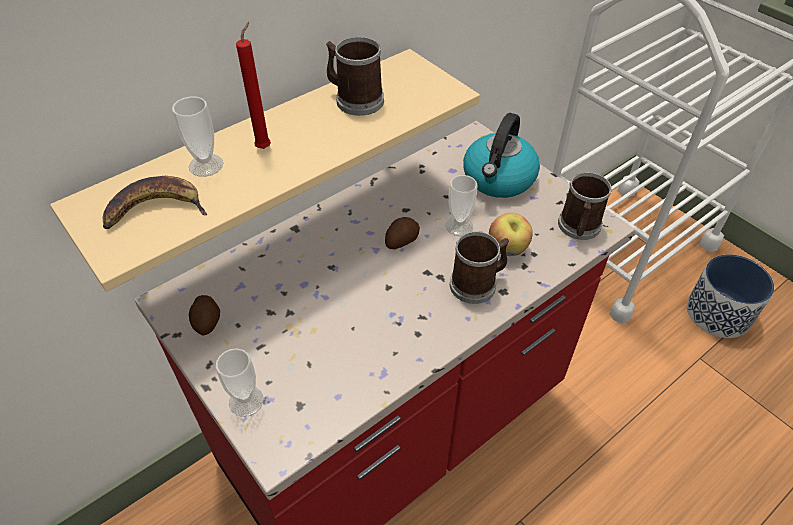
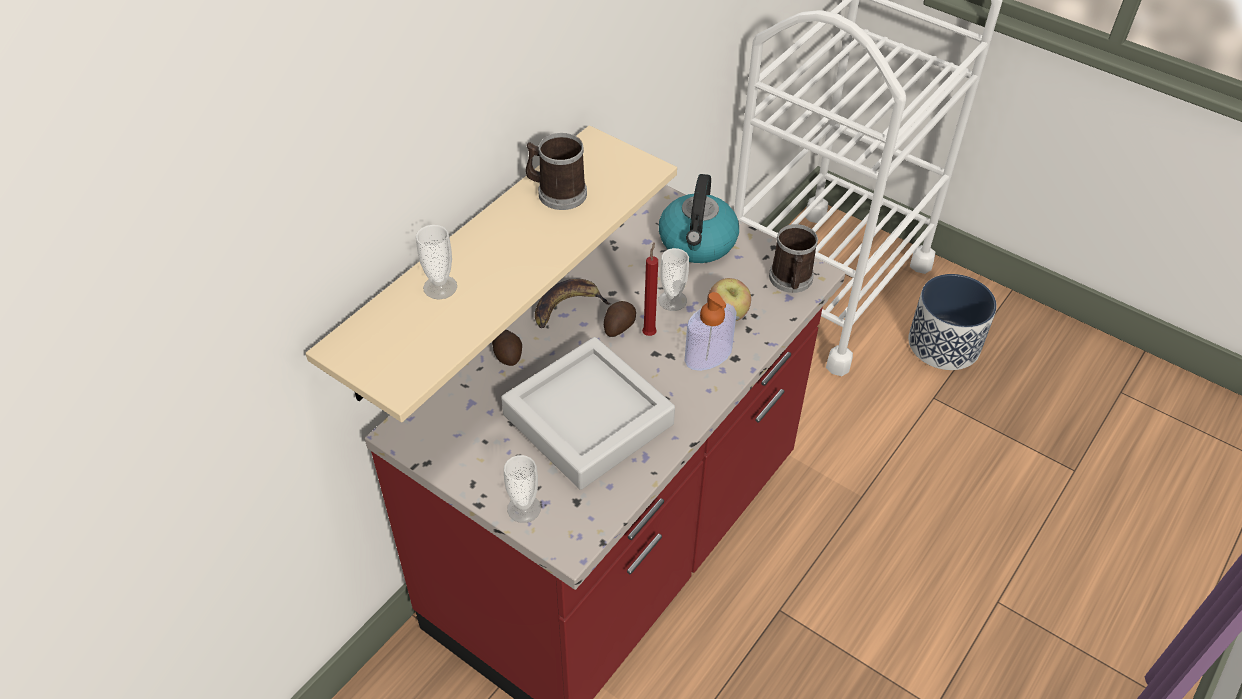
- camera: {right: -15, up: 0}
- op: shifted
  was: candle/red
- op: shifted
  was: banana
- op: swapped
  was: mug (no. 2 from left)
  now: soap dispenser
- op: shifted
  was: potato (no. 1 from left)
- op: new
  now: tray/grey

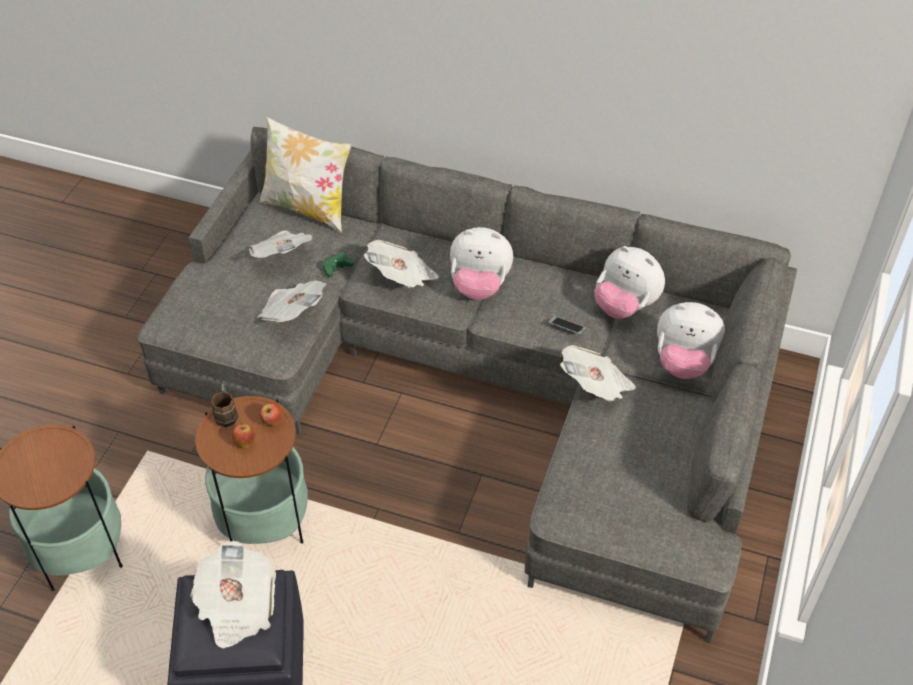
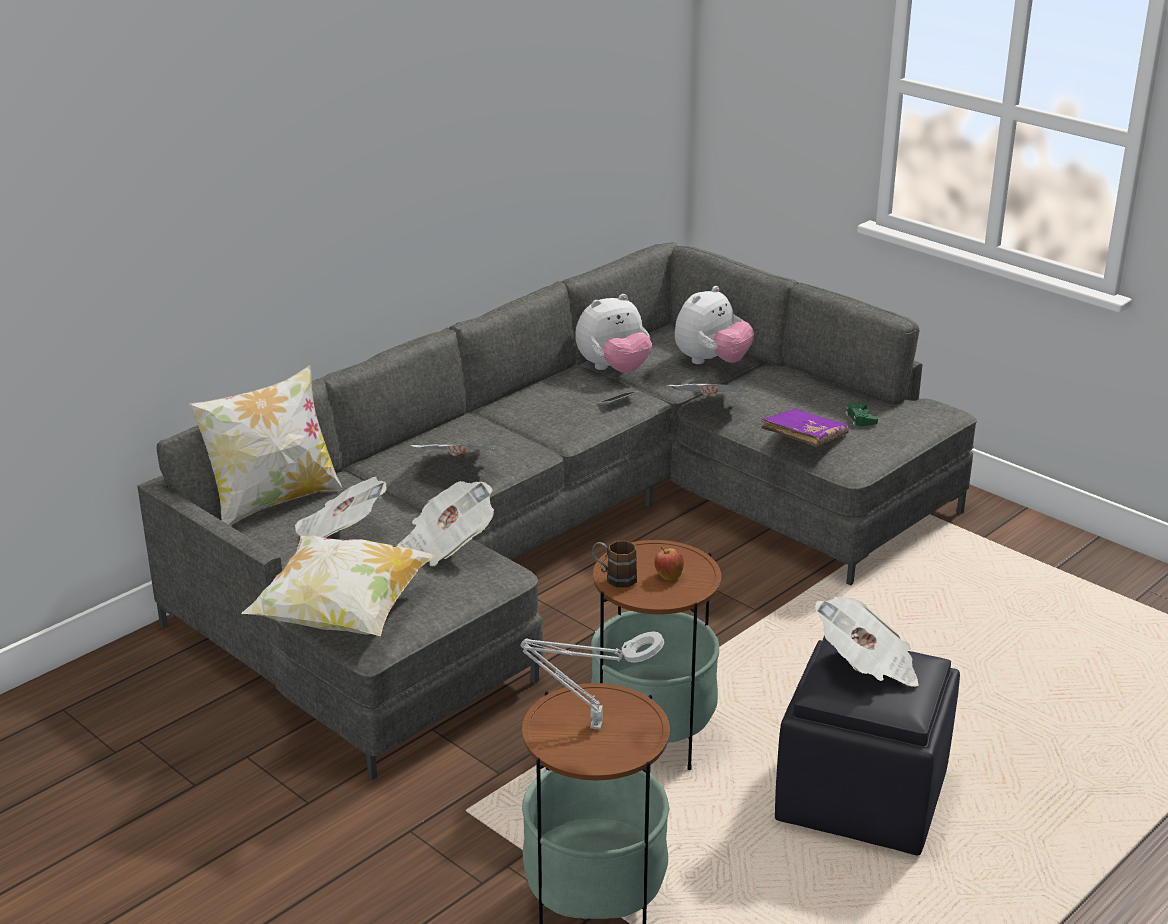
- camera: {right: -65, up: -20}
- op: gone
  was: plush toy (no. 1 from left)
- op: shifted
  was: game controller/green
- op: gone
  was: apple (no. 2 from left)
- op: new
  now: book/purple
- op: new
  now: pillow (no. 2 from left)
- op: new
  now: table lamp/grey

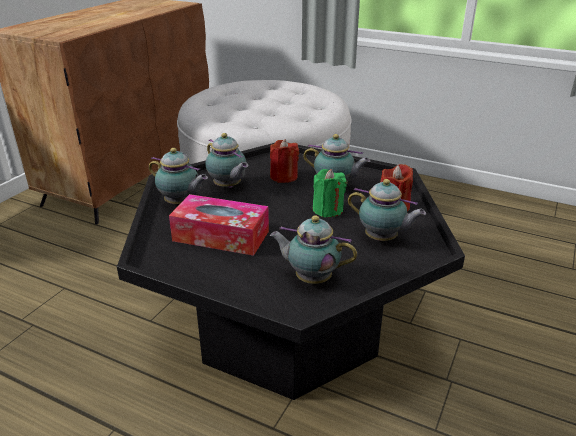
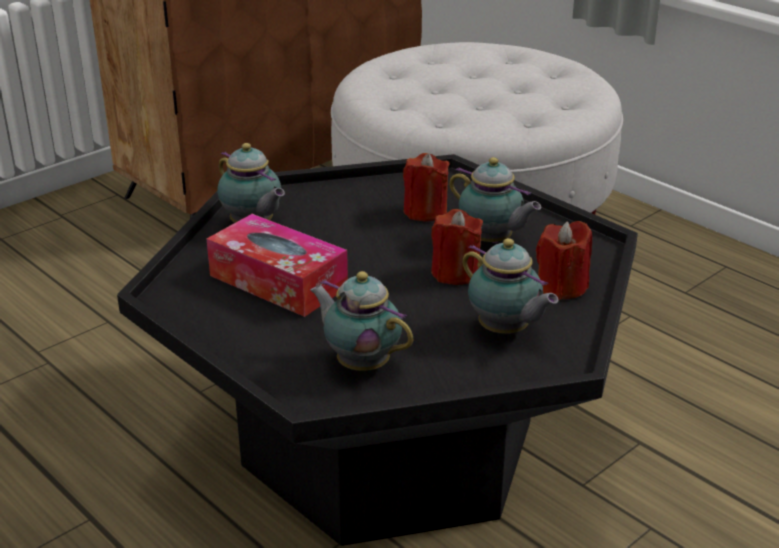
- camera: {right: 20, up: 0}
- op: gone
  was: teapot (no. 2 from left)
- op: repainted
  was: candle/green
  now: candle/red (no. 2 from left)

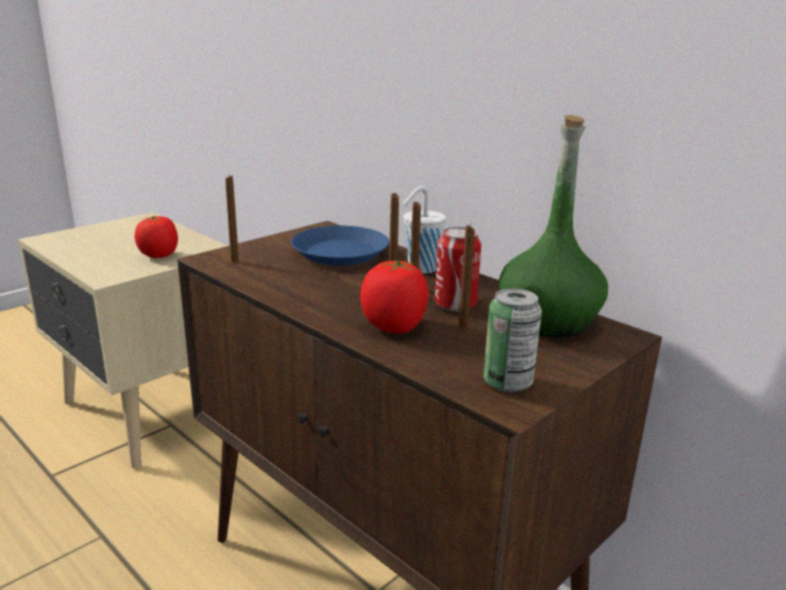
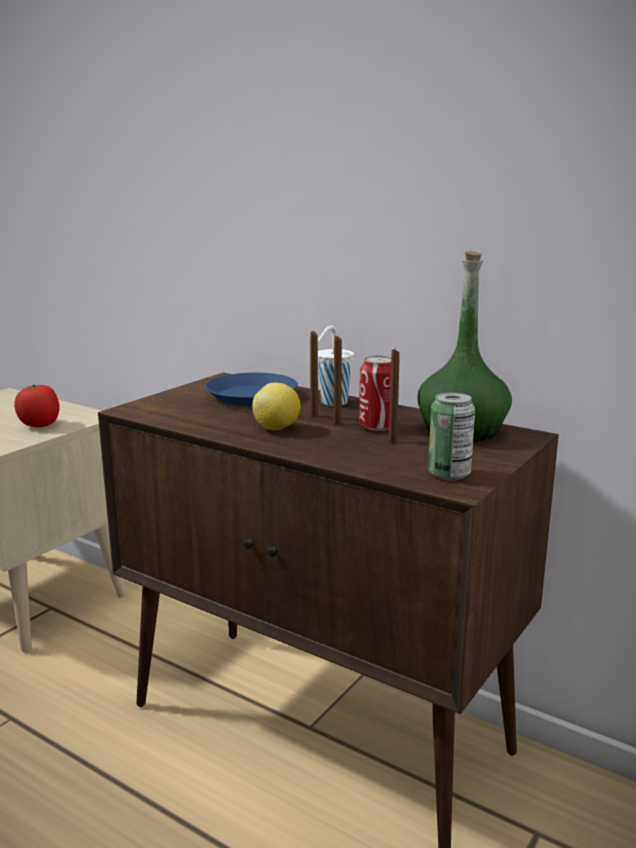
- camera: {right: -10, up: -5}
- op: gone
  was: candle/brown (no. 1 from left)
- op: gone
  was: tomato (no. 2 from left)
- op: new
  now: lemon

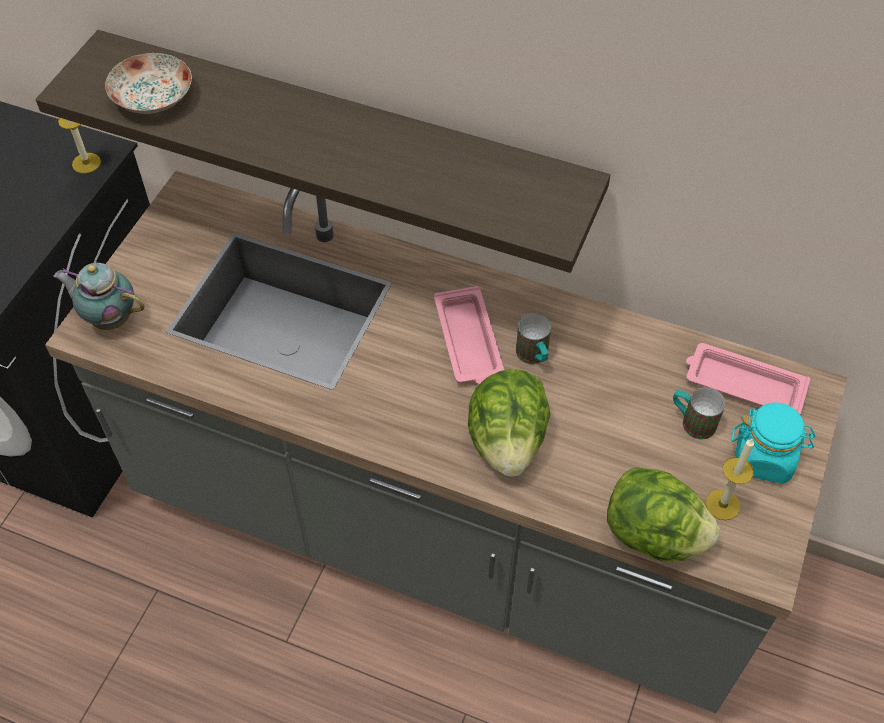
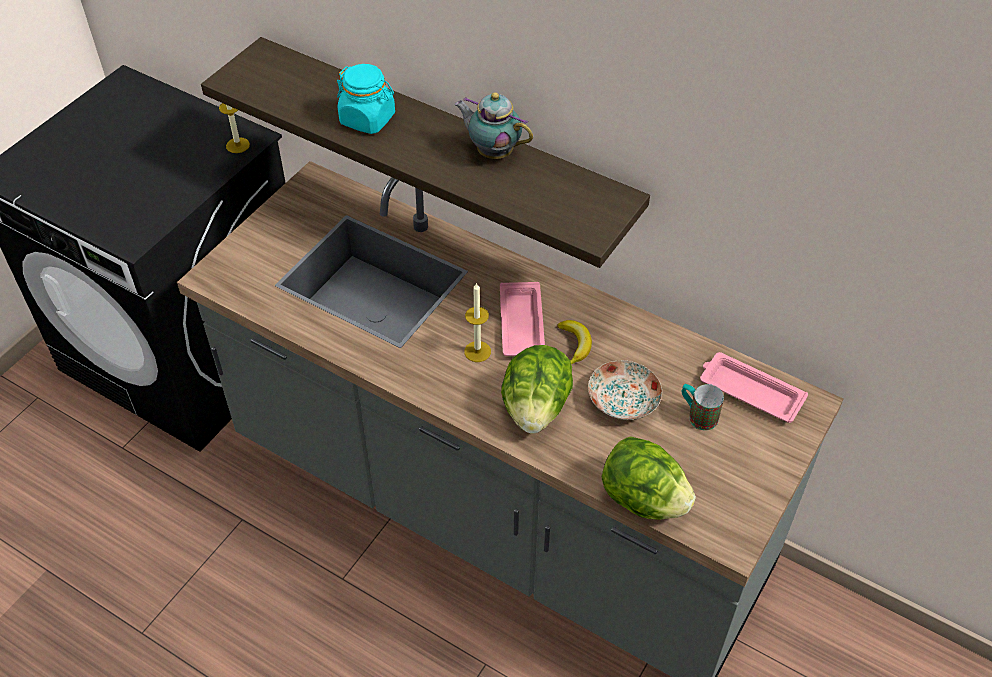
- camera: {right: 10, up: -5}
- op: shifted
  was: plate
- op: shifted
  was: teapot
- op: swapped
  was: mug (no. 1 from left)
  now: banana
- op: shifted
  was: jar/turquoise
- op: shifted
  was: candle (no. 2 from left)

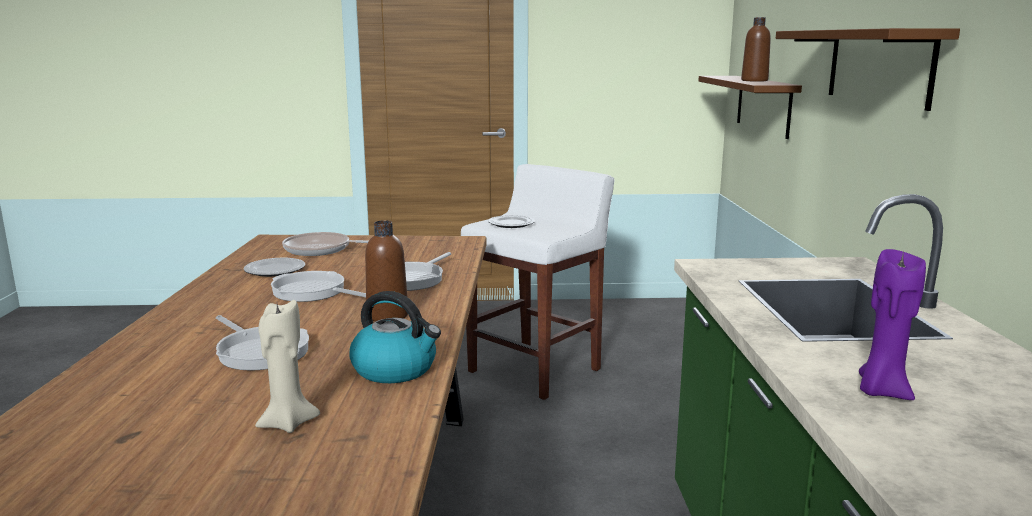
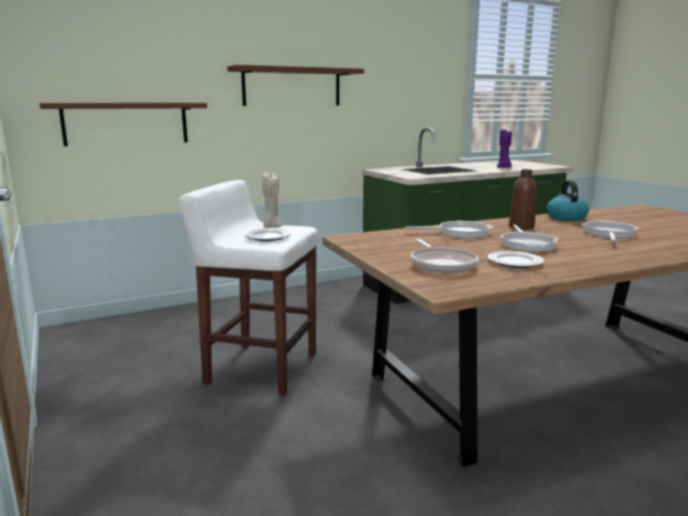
- camera: {right: -115, up: 0}
- op: gone
  was: bottle/brown (no. 2 from left)
- op: shifted
  was: candle/beige

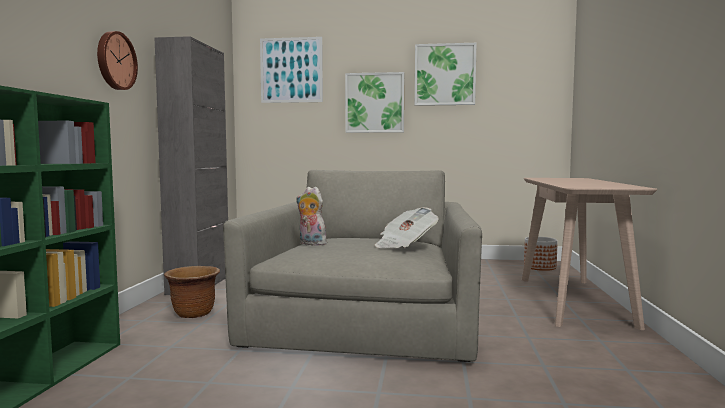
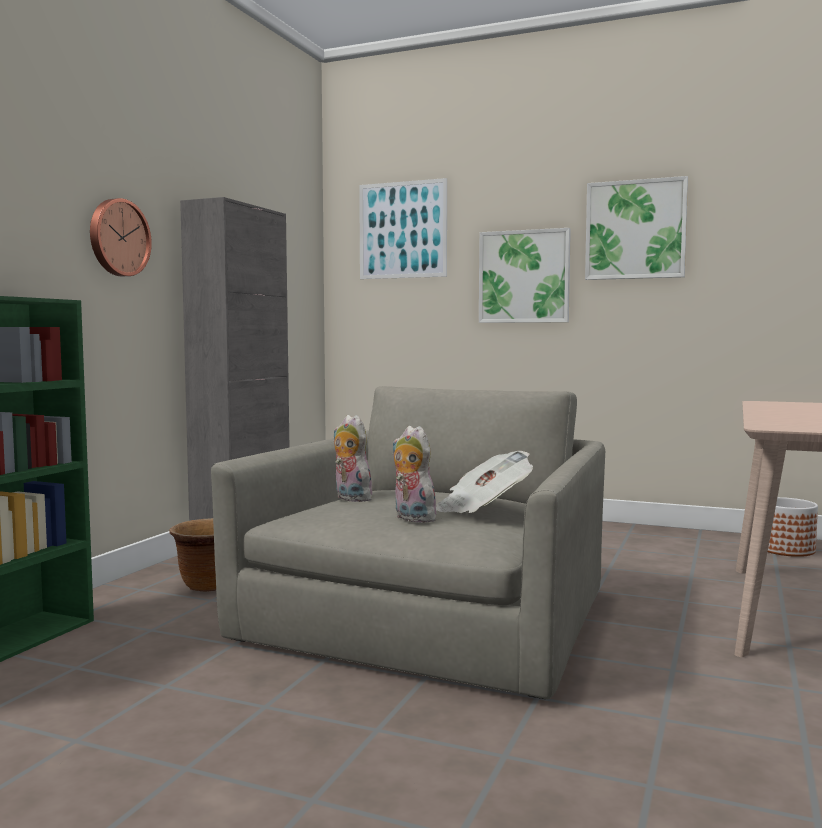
- camera: {right: 15, up: 0}
- op: new
  now: plush toy (no. 2 from left)

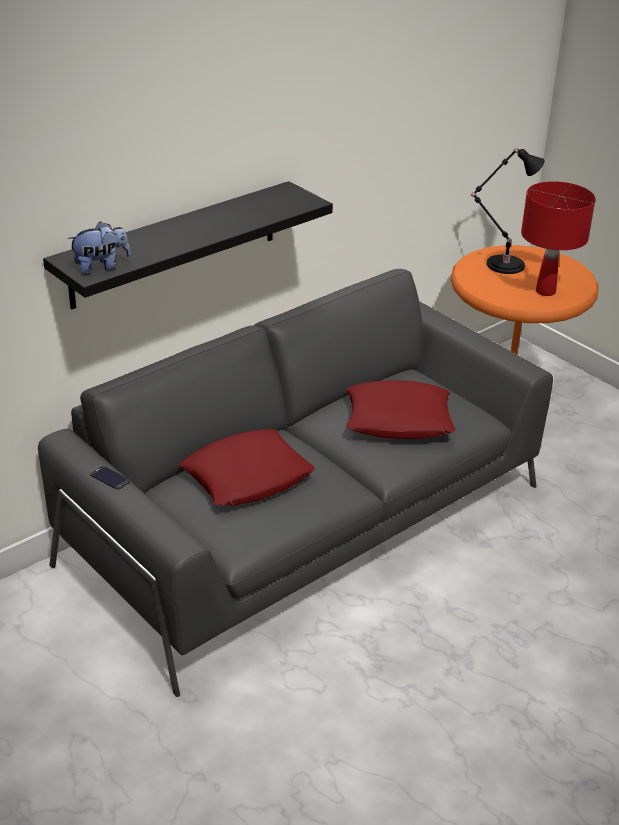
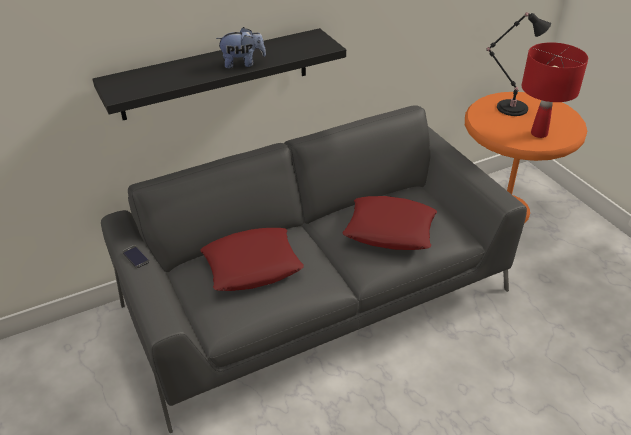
- camera: {right: 15, up: 5}
- op: shifted
  was: plush toy

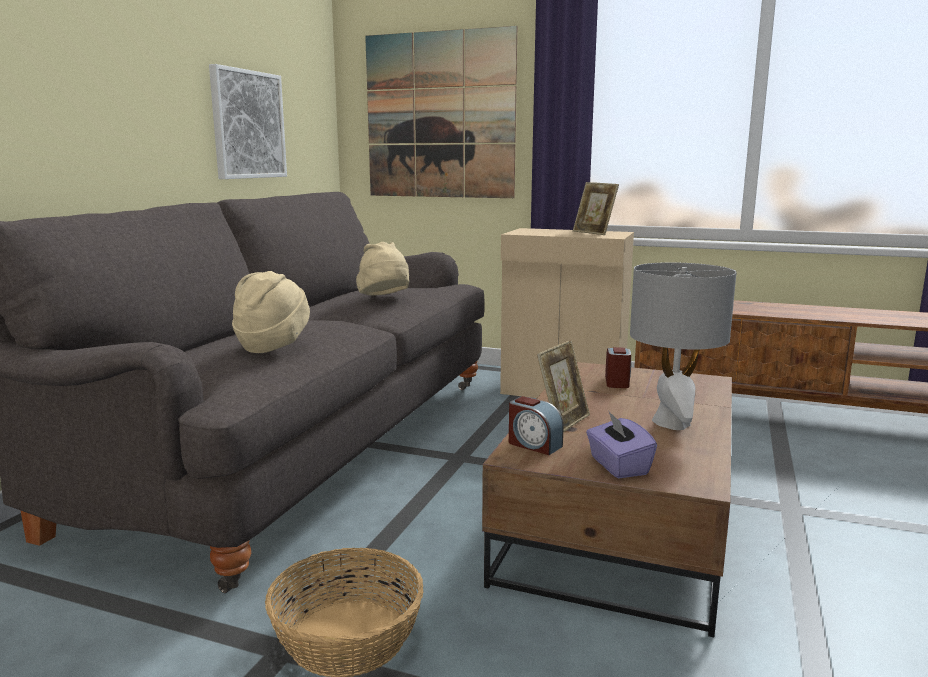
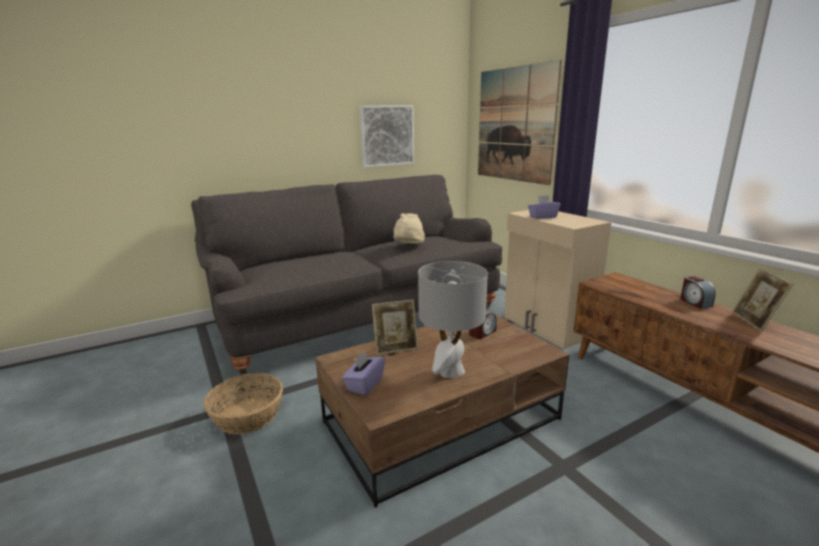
- camera: {right: 40, up: 5}
- op: shifted
  was: picture frame (no. 2 from left)
- op: gone
  was: hat/beige (no. 1 from left)
- op: shifted
  was: alarm clock (no. 1 from left in the first image)
  now: alarm clock (no. 2 from left)
- op: new
  now: tissue box/purple (no. 2 from left)

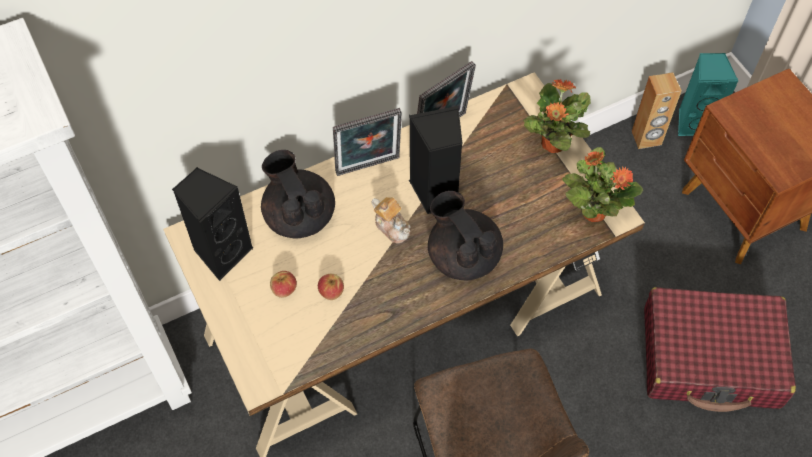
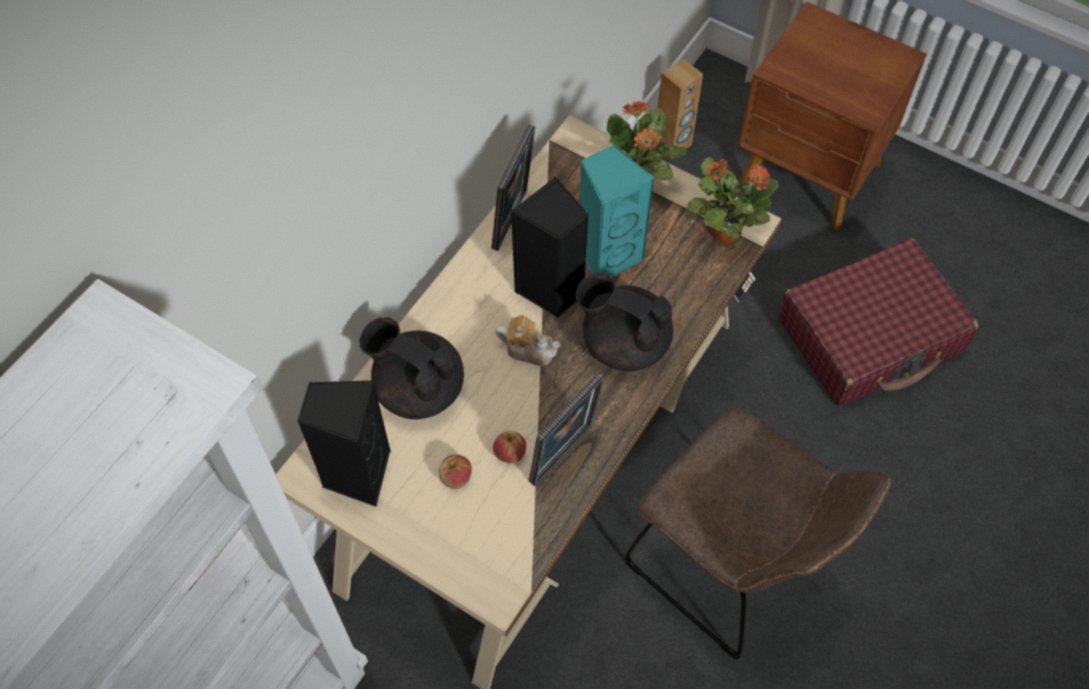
- camera: {right: -30, up: 0}
- op: shifted
  was: speaker/turquoise
- op: shifted
  was: picture frame (no. 1 from left in the first image)
  now: picture frame (no. 2 from left)

